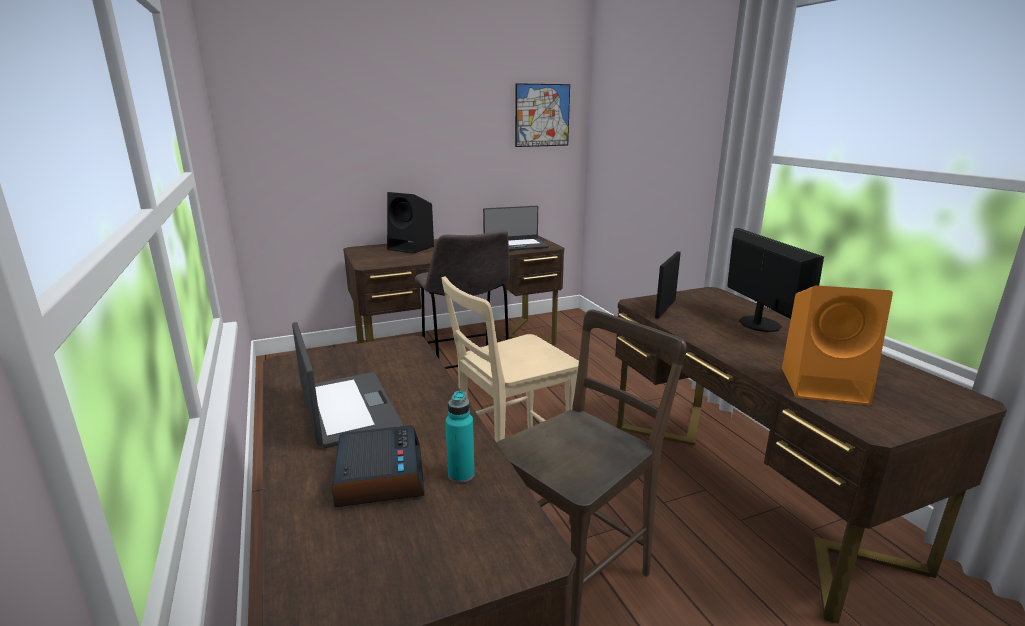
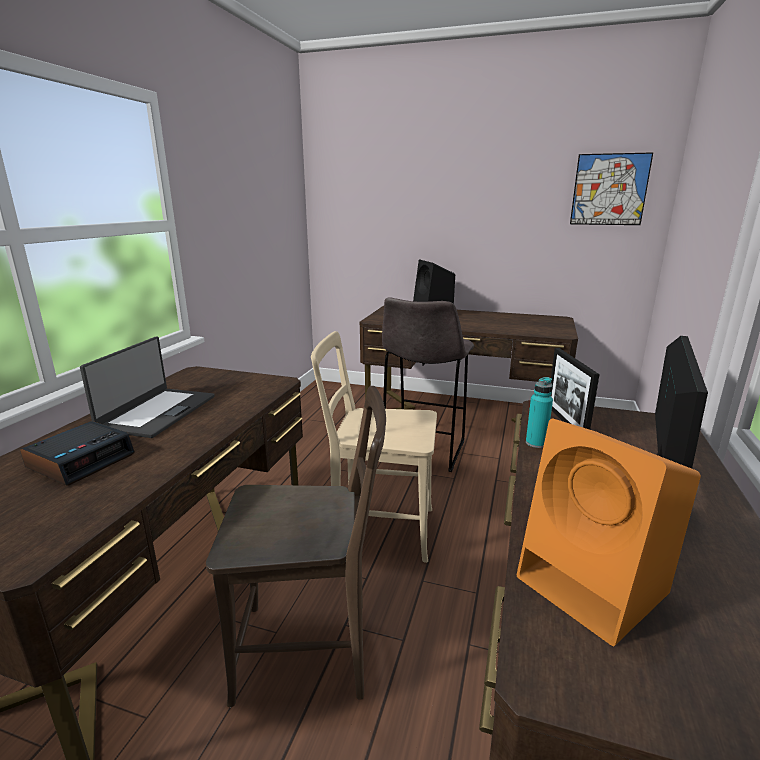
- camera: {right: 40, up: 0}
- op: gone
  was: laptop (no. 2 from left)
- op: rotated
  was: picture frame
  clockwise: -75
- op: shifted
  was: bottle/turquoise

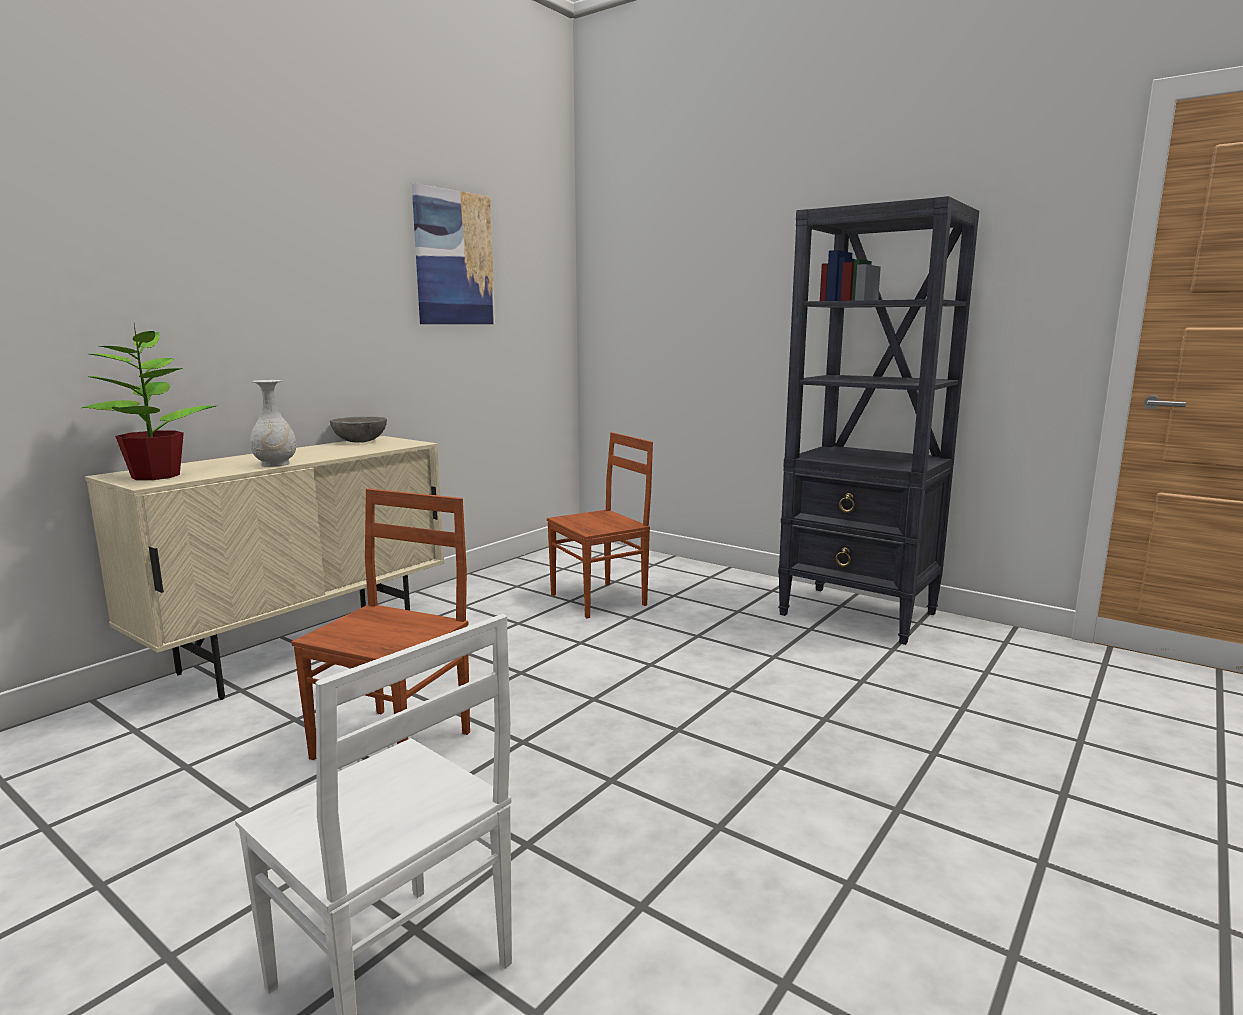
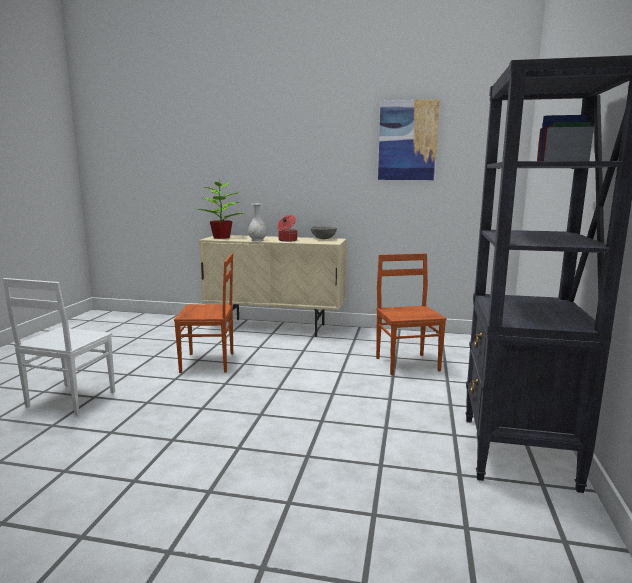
- camera: {right: 65, up: 0}
- op: rotated
  was: chair/brown (no. 2 from left)
  clockwise: -135
- op: new
  now: cooking pot

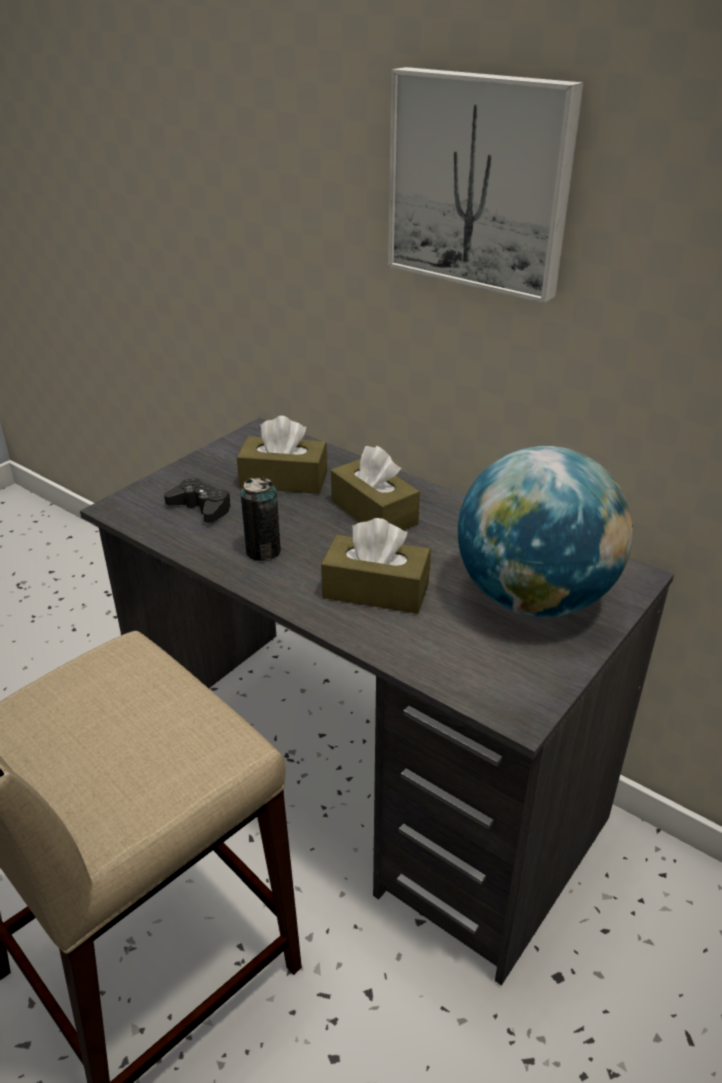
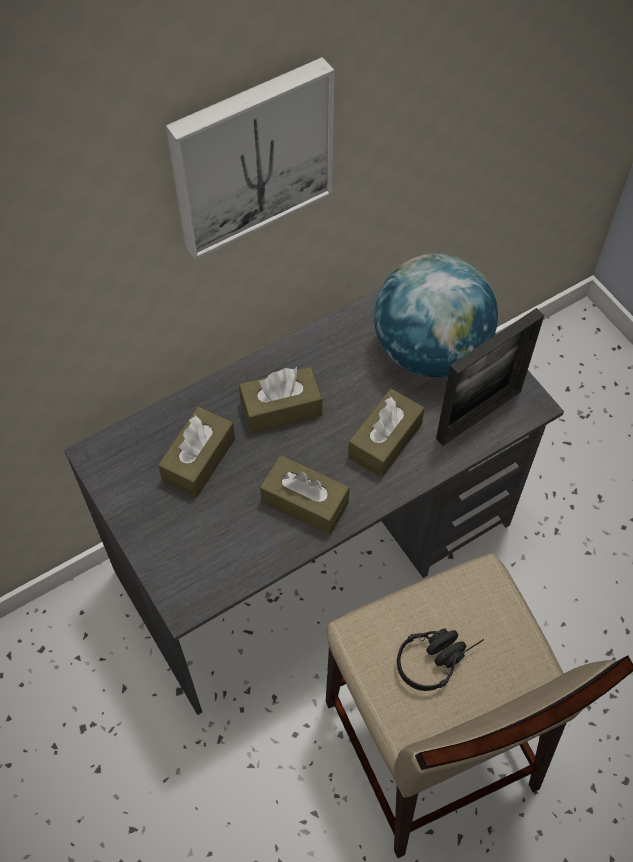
- camera: {right: -70, up: 25}
- op: swapped
  was: can
  now: tissue box/brown (no. 3 from left)
- op: gone
  was: game controller/black
- op: new
  now: picture frame
- op: new
  now: headphones/black

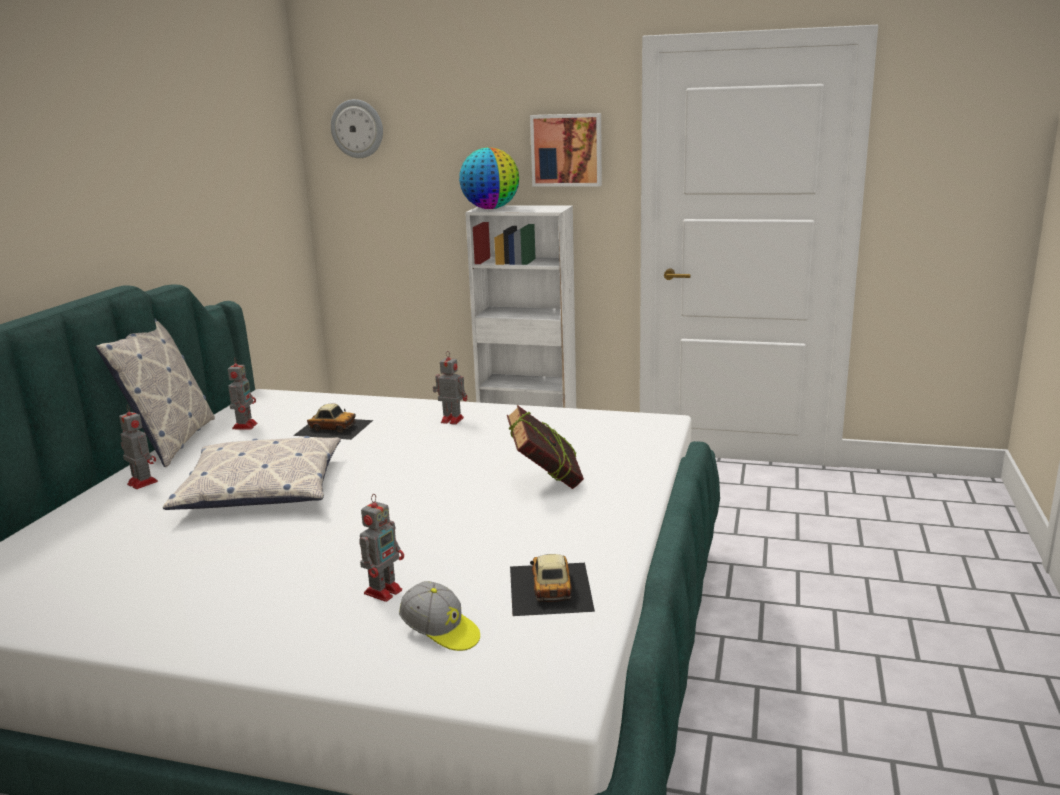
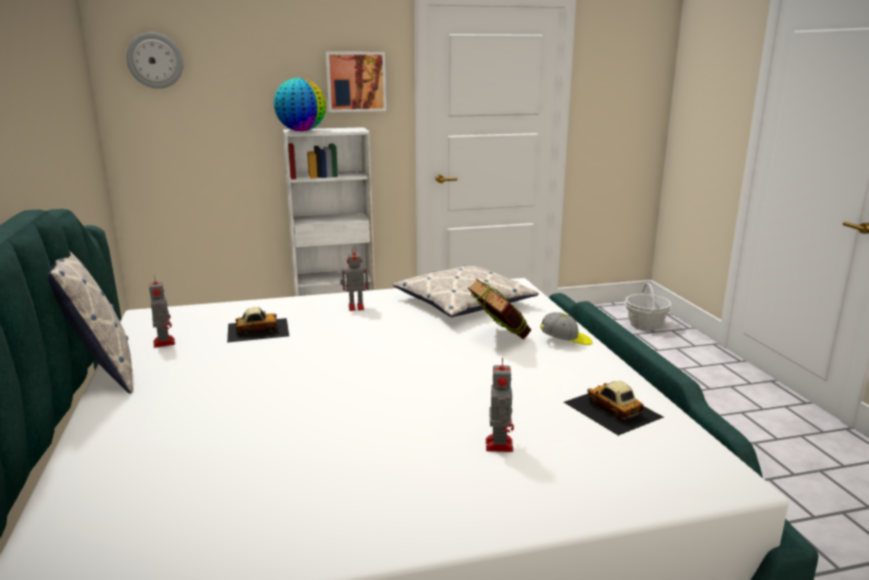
- camera: {right: -30, up: 0}
- op: gone
  was: toy robot (no. 1 from left)
- op: shifted
  was: pillow (no. 2 from left)
- op: shifted
  was: cap
- op: new
  now: basket

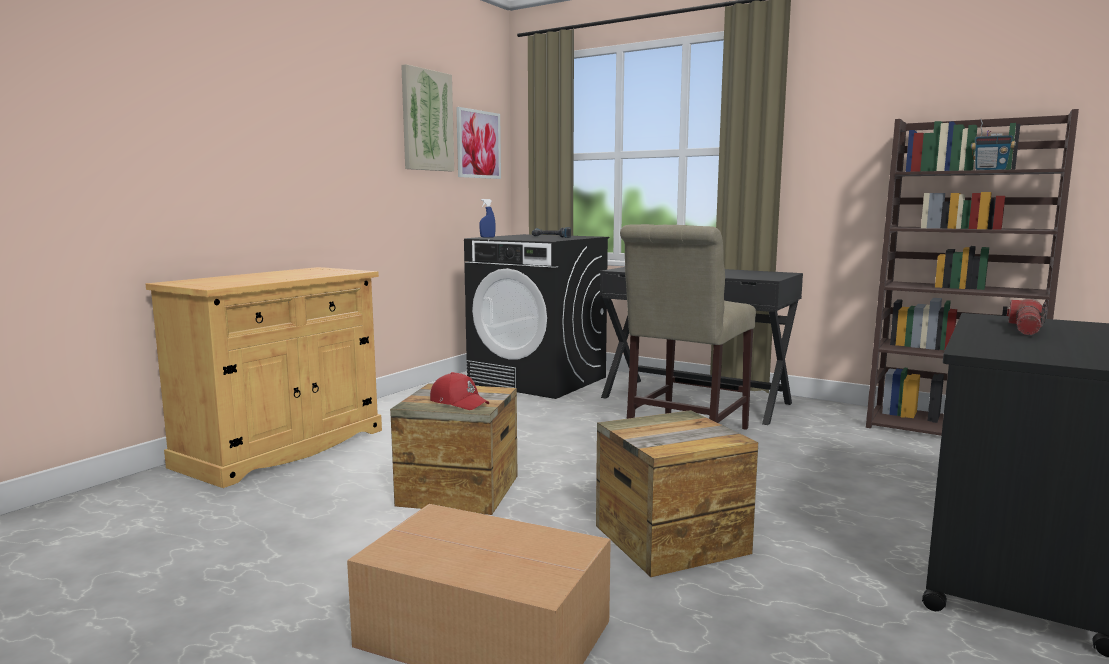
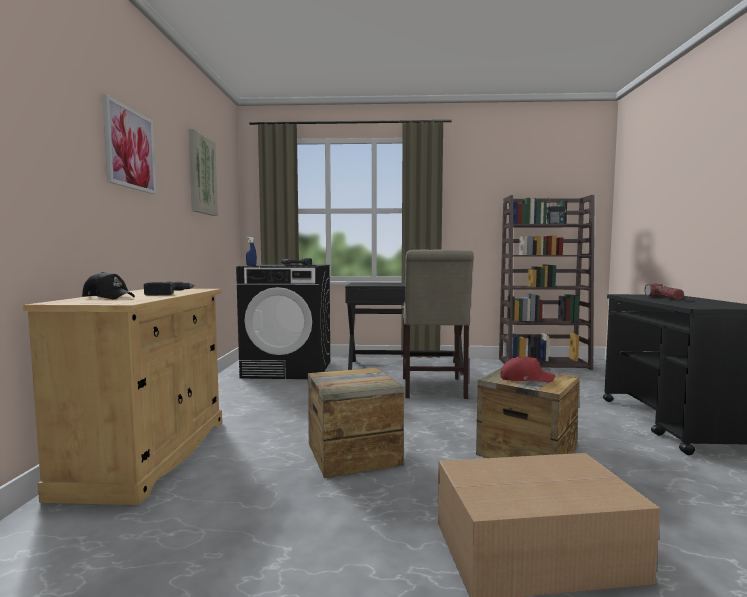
- camera: {right: -30, up: -5}
- op: shifted
  was: picture (no. 2 from left in the first image)
  now: picture (no. 1 from left)
- op: shifted
  was: cap/red
- op: new
  now: cap/black
- op: new
  now: power drill (no. 1 from left)

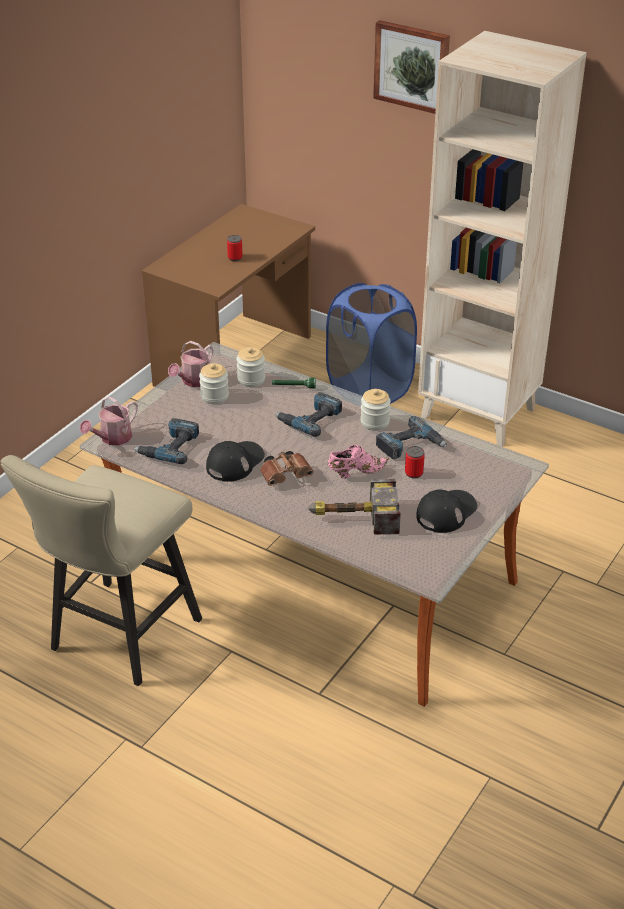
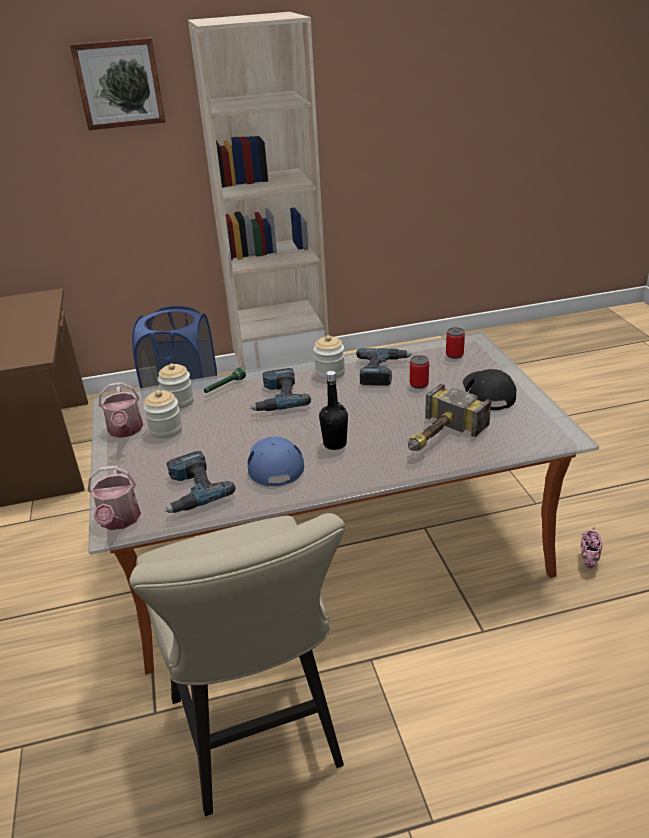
- camera: {right: -45, up: -5}
- op: shifted
  was: can (no. 1 from left in the first image)
  now: can (no. 2 from left)
- op: repainted
  was: cap/black (no. 1 from left)
  now: cap/blue
- op: shifted
  was: shoe/pink
- op: swapped
  was: binoculars/brown
  now: bottle/black

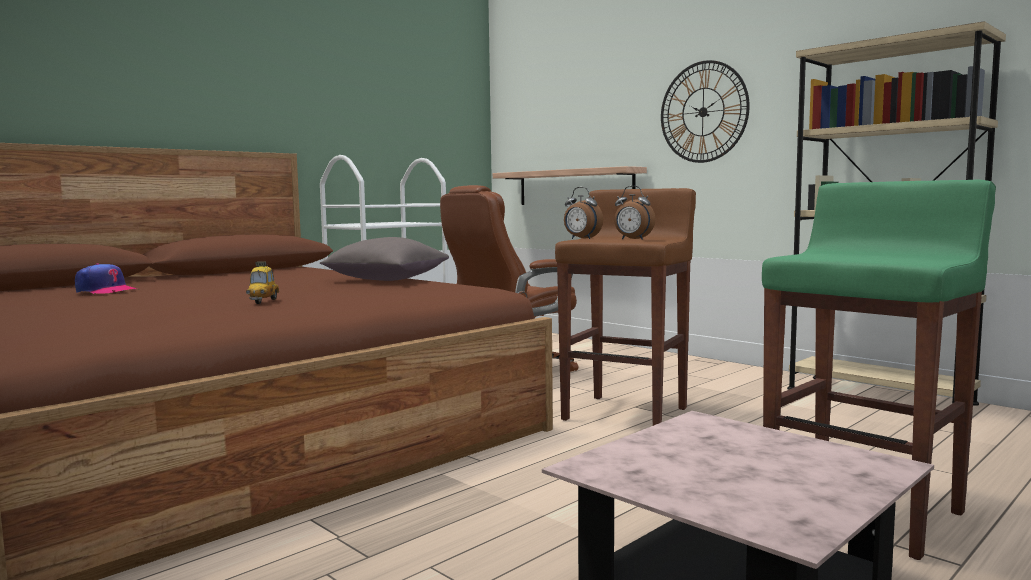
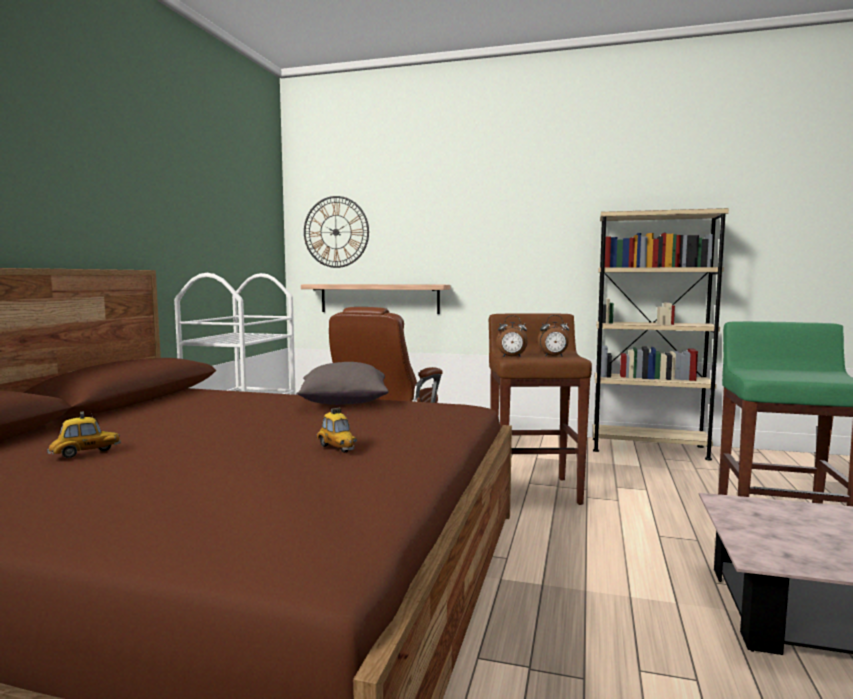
- camera: {right: -30, up: 0}
- op: shifted
  was: wall clock
- op: swapped
  was: cap
  now: toy car (no. 1 from left)

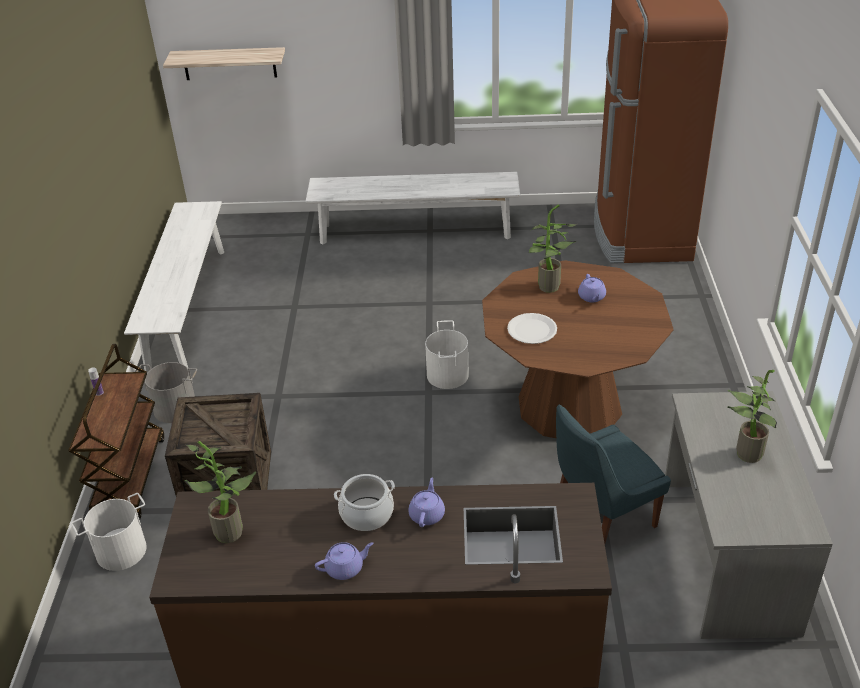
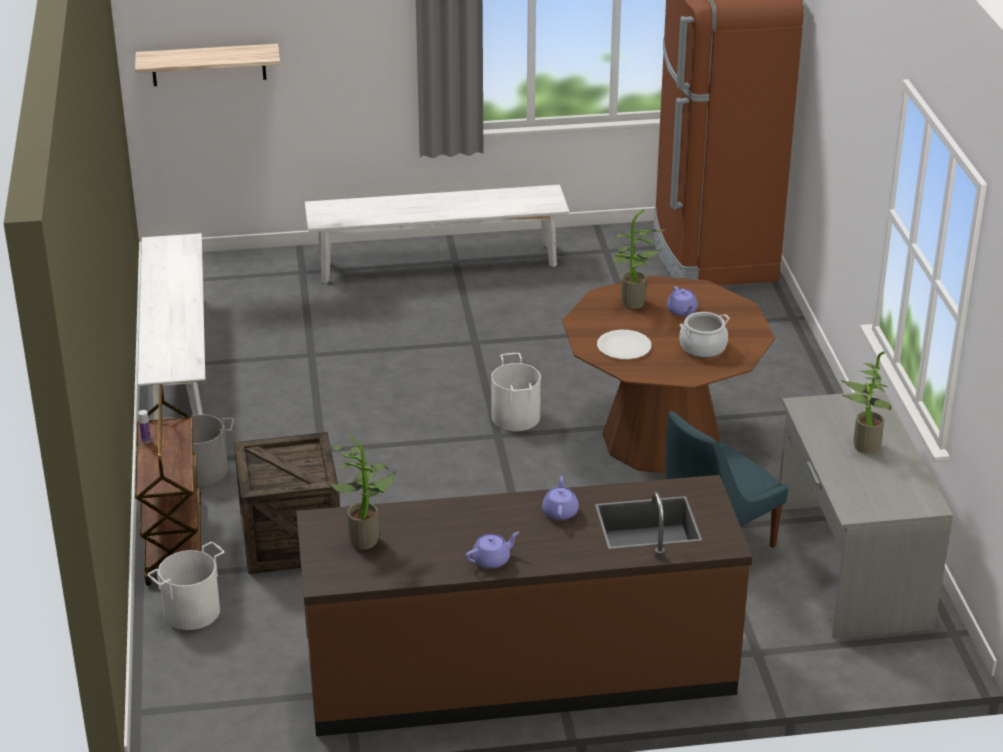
- camera: {right: -10, up: -5}
- op: shifted
  was: cooking pot

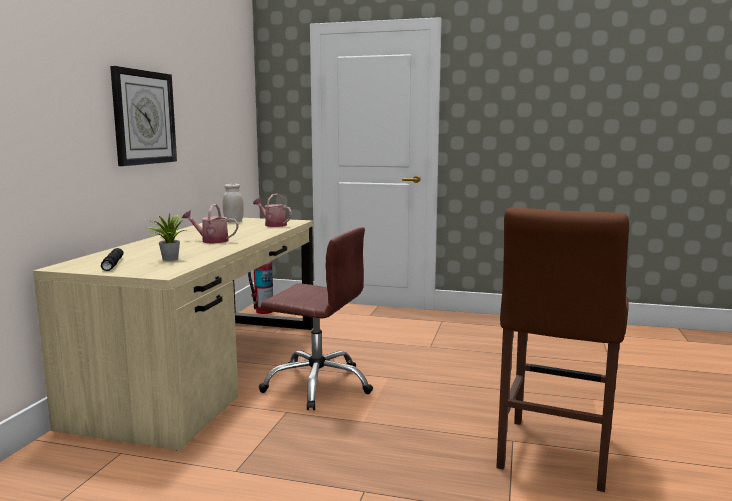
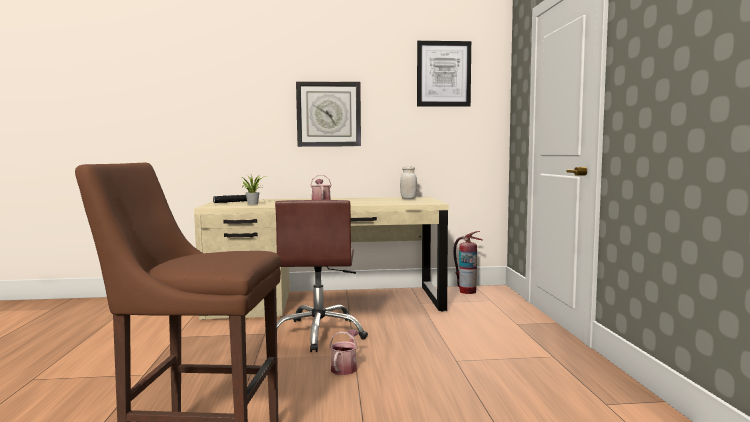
- camera: {right: 70, up: -5}
- op: shifted
  was: watering can (no. 2 from left)
- op: new
  now: picture

